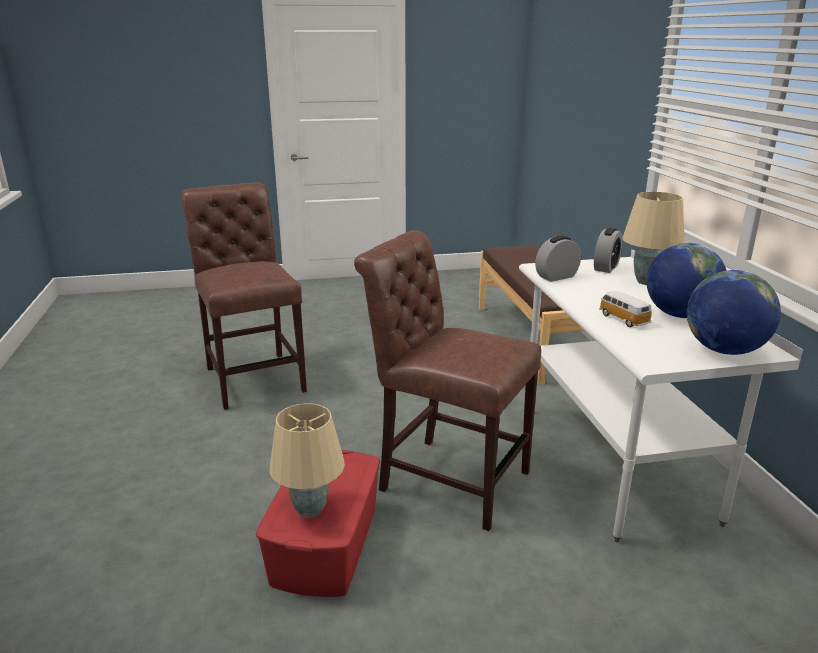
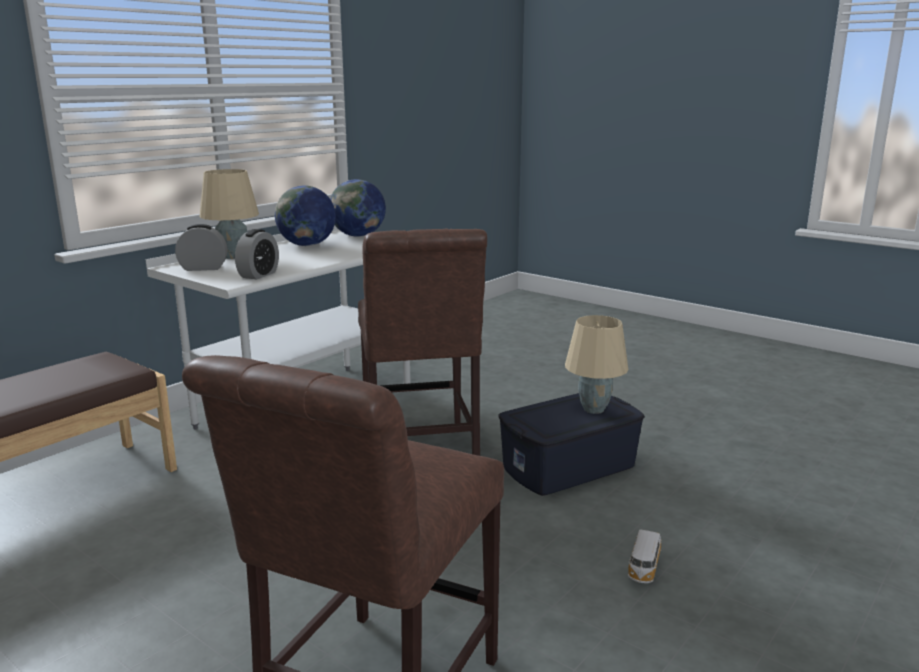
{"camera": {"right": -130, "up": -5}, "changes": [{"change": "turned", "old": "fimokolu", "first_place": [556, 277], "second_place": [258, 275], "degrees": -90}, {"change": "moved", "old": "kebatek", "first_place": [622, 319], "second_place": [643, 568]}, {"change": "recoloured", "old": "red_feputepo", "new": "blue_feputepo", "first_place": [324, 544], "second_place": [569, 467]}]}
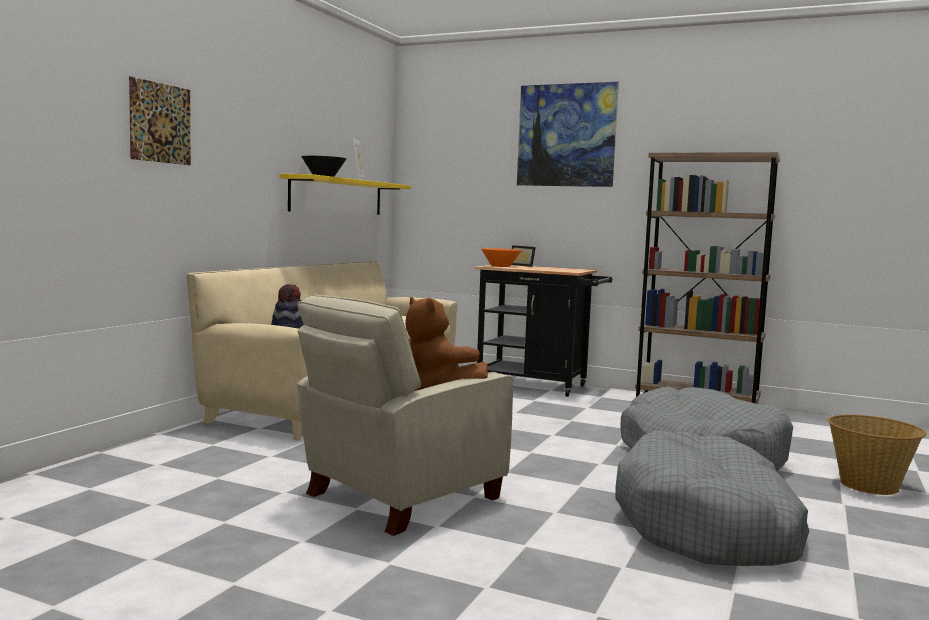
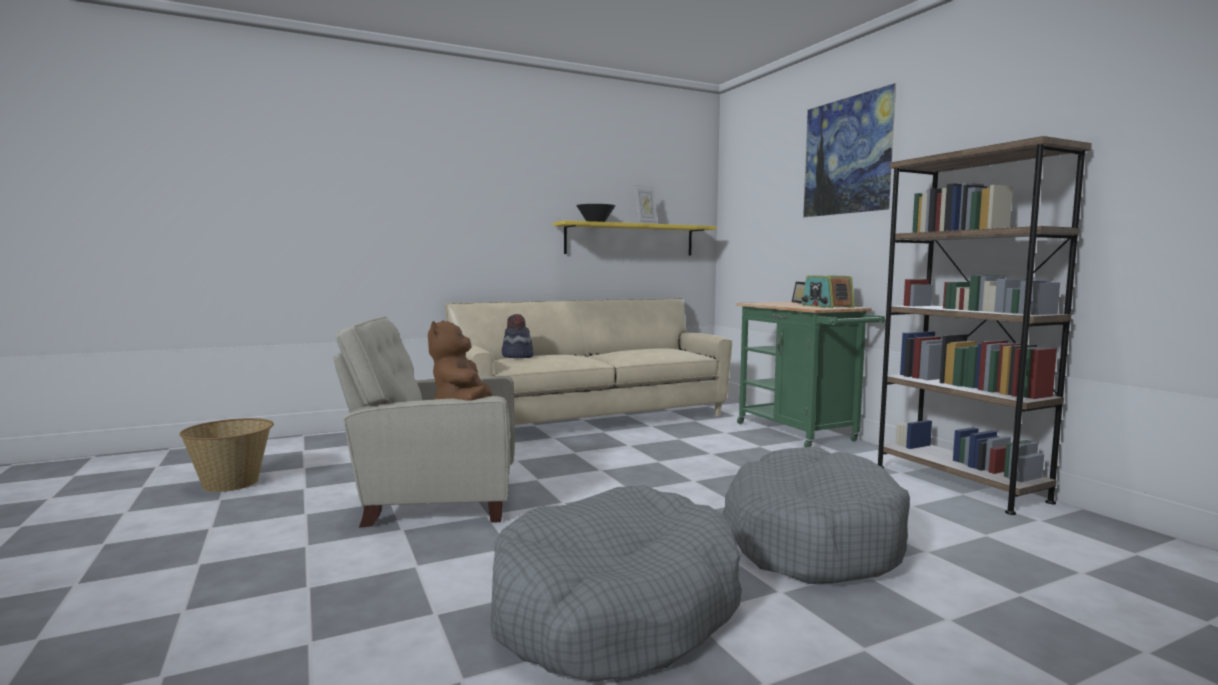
{"camera": {"right": 40, "up": 0}, "changes": [{"change": "removed", "old": "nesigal", "first_place": [160, 123]}, {"change": "removed", "old": "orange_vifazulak", "first_place": [500, 266]}, {"change": "recoloured", "old": "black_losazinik", "new": "green_losazinik", "first_place": [538, 386], "second_place": [801, 434]}, {"change": "moved", "old": "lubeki", "first_place": [869, 485], "second_place": [231, 483]}, {"change": "added", "new": "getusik", "second_place": [826, 306]}]}
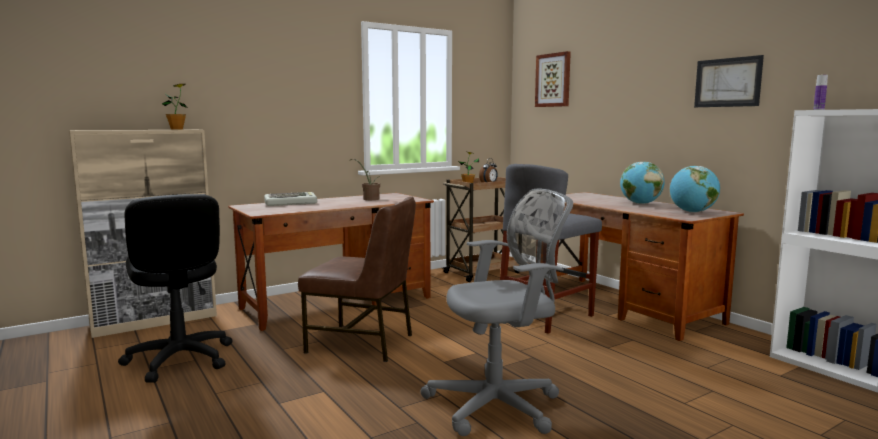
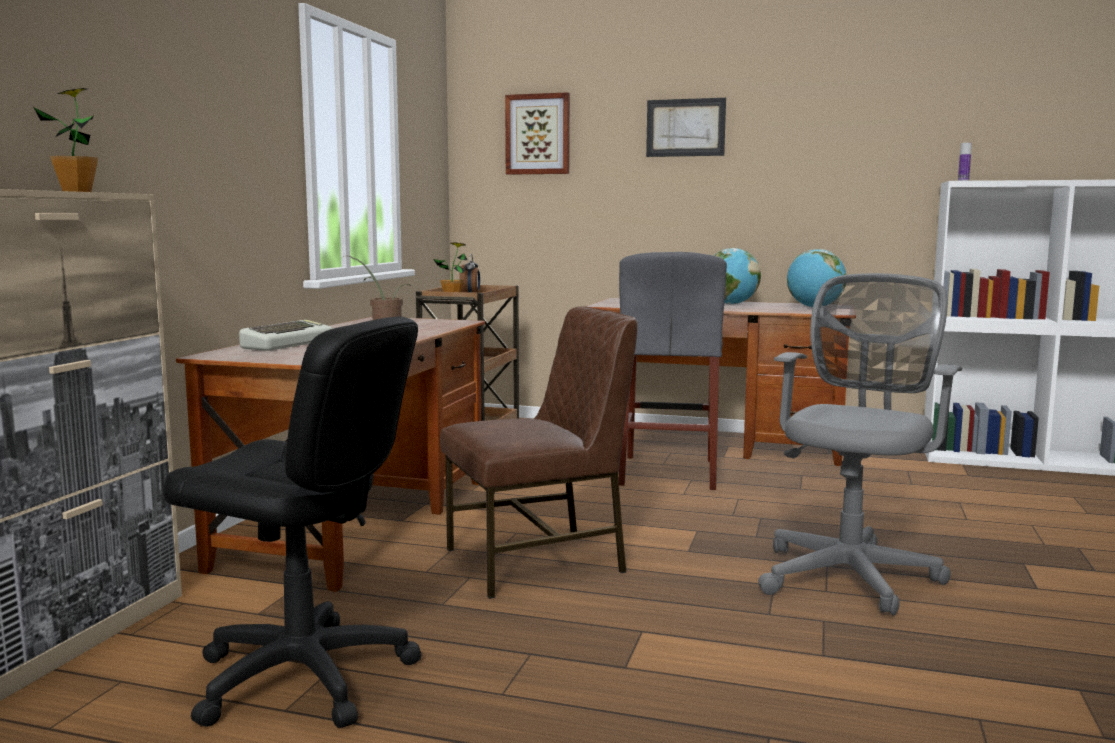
{"camera": {"right": -40, "up": 0}, "changes": [{"change": "moved", "old": "nesigal", "first_place": [727, 82], "second_place": [685, 127]}]}
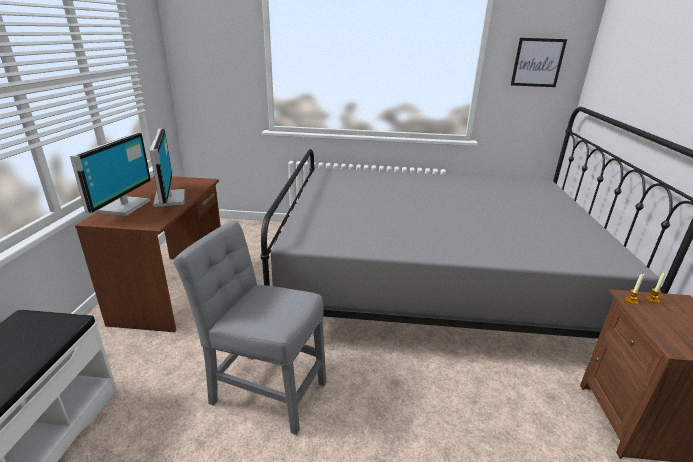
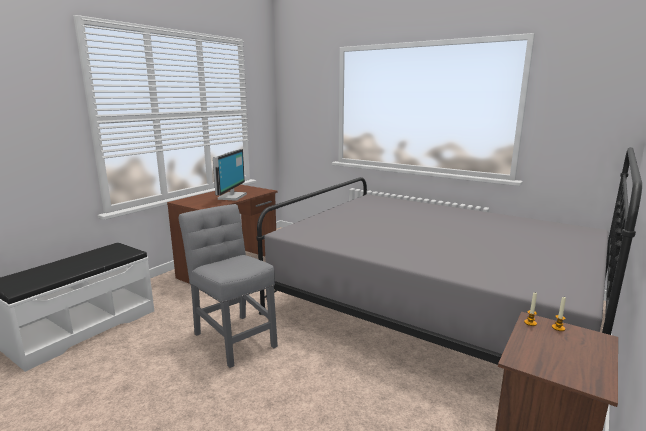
{"camera": {"right": 30, "up": -10}, "changes": [{"change": "removed", "old": "nesigal", "first_place": [537, 62]}, {"change": "removed", "old": "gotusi", "first_place": [123, 206]}]}
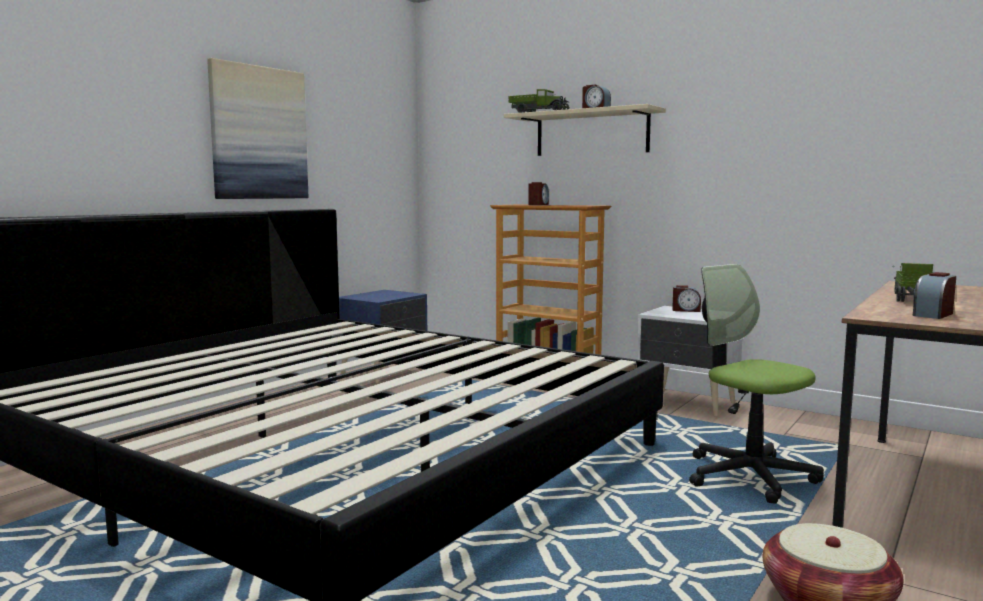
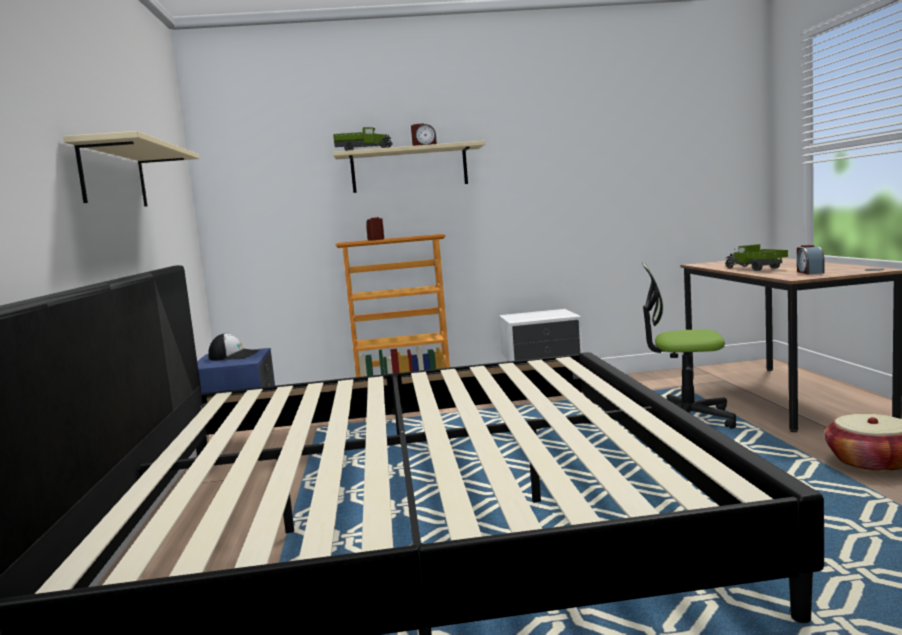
{"camera": {"right": -40, "up": 0}, "changes": [{"change": "replaced", "old": "nesigal", "new": "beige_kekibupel", "first_place": [258, 133], "second_place": [114, 176]}, {"change": "removed", "old": "fimokolu", "first_place": [686, 310]}, {"change": "added", "new": "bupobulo", "second_place": [234, 356]}]}
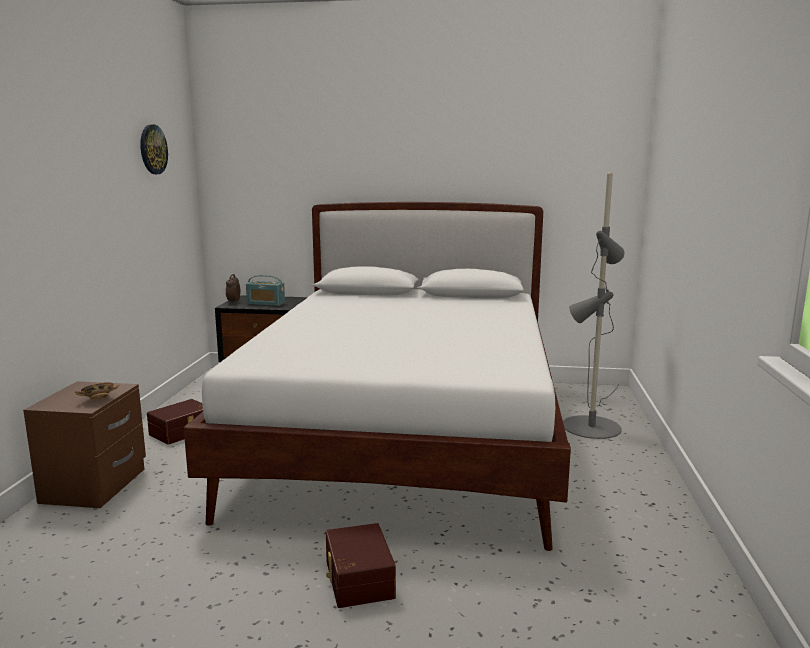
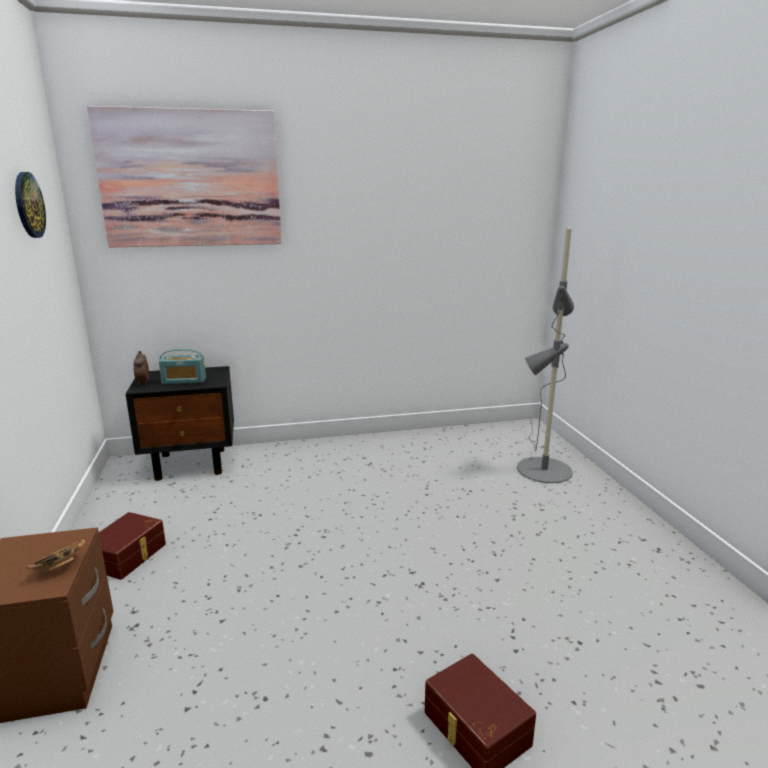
{"camera": {"right": -20, "up": 5}, "changes": [{"change": "removed", "old": "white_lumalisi", "first_place": [406, 437]}, {"change": "added", "new": "nesigal", "second_place": [191, 179]}]}
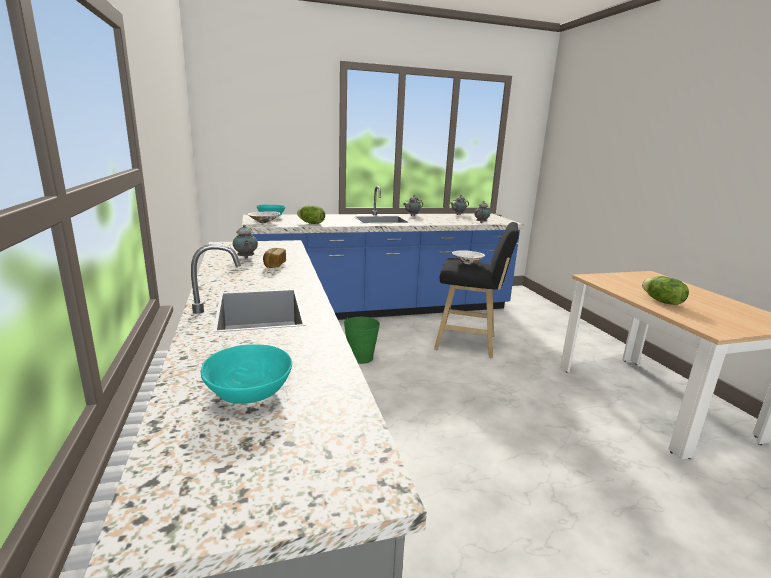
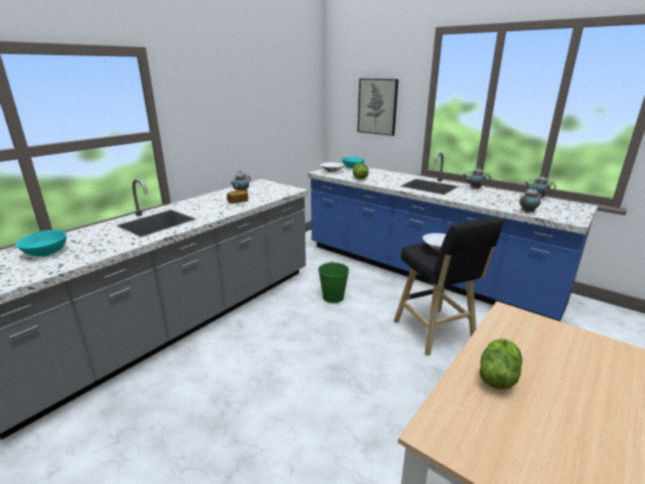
{"camera": {"right": 55, "up": 5}, "changes": [{"change": "added", "new": "nesigal", "second_place": [377, 106]}]}
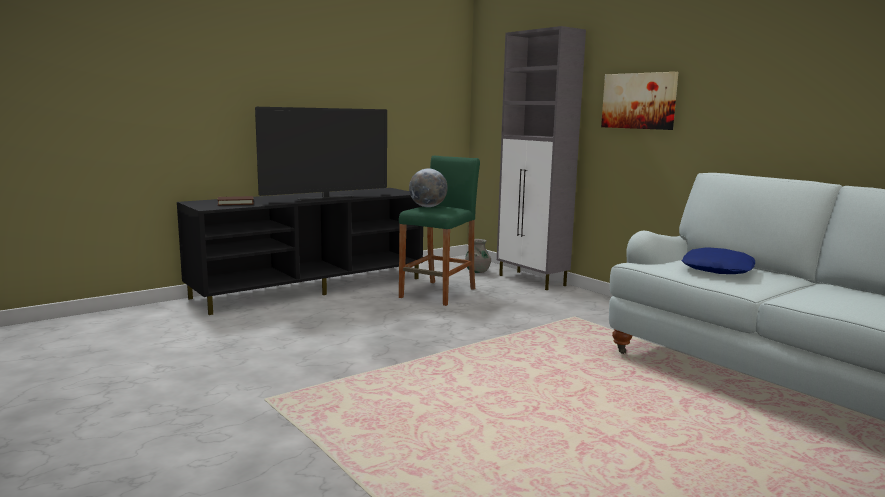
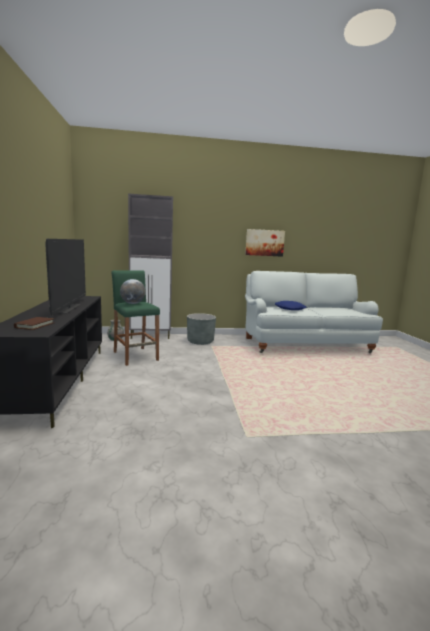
{"camera": {"right": -60, "up": 0}, "changes": [{"change": "moved", "old": "nesigal", "first_place": [639, 101], "second_place": [264, 242]}, {"change": "added", "new": "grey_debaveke", "second_place": [200, 341]}]}
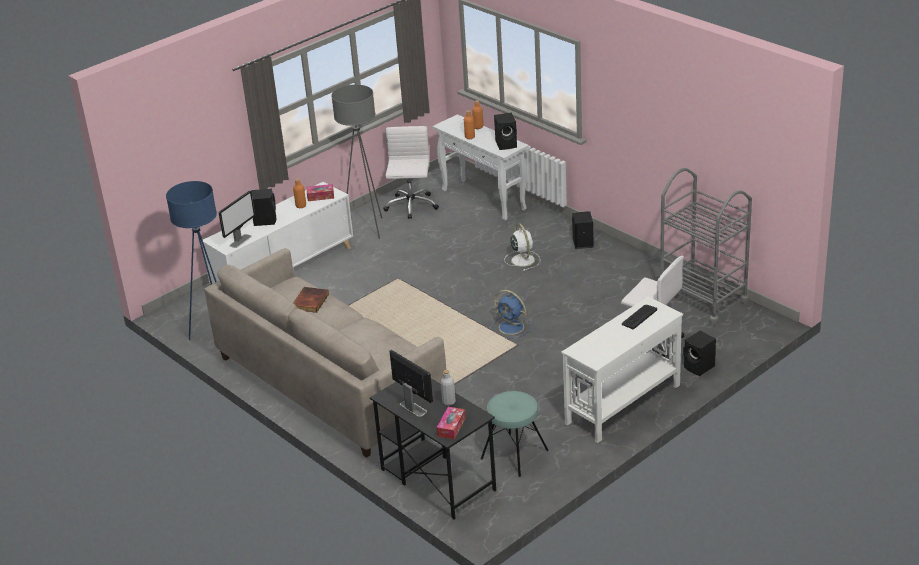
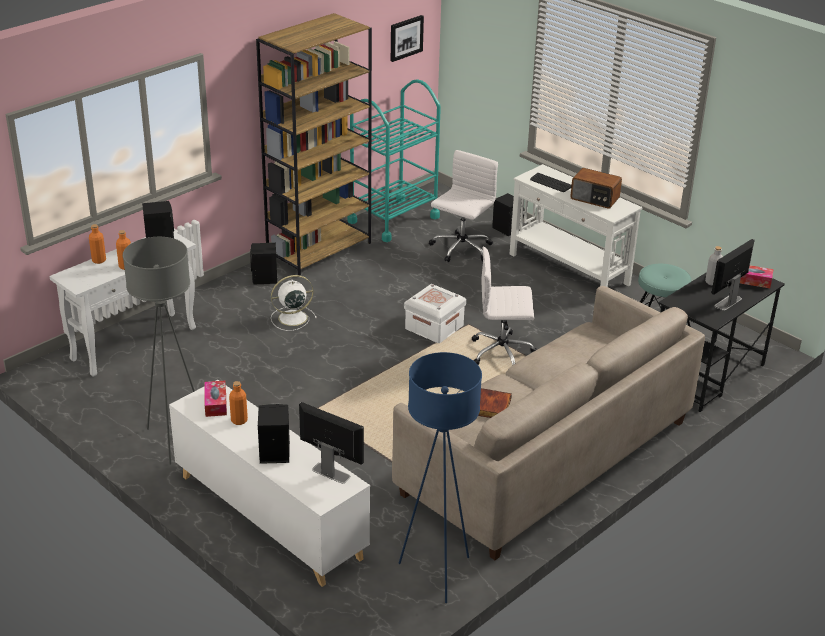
{"camera": {"right": -95, "up": 0}, "changes": [{"change": "moved", "old": "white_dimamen", "first_place": [411, 206], "second_place": [503, 353]}, {"change": "recoloured", "old": "grey_losazinik", "new": "turquoise_losazinik", "first_place": [702, 300], "second_place": [393, 219]}, {"change": "replaced", "old": "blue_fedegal", "new": "white_feputepo", "first_place": [512, 327], "second_place": [434, 327]}, {"change": "added", "new": "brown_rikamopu", "second_place": [319, 250]}, {"change": "added", "new": "nesigal", "second_place": [406, 38]}, {"change": "added", "new": "getusik", "second_place": [594, 199]}]}
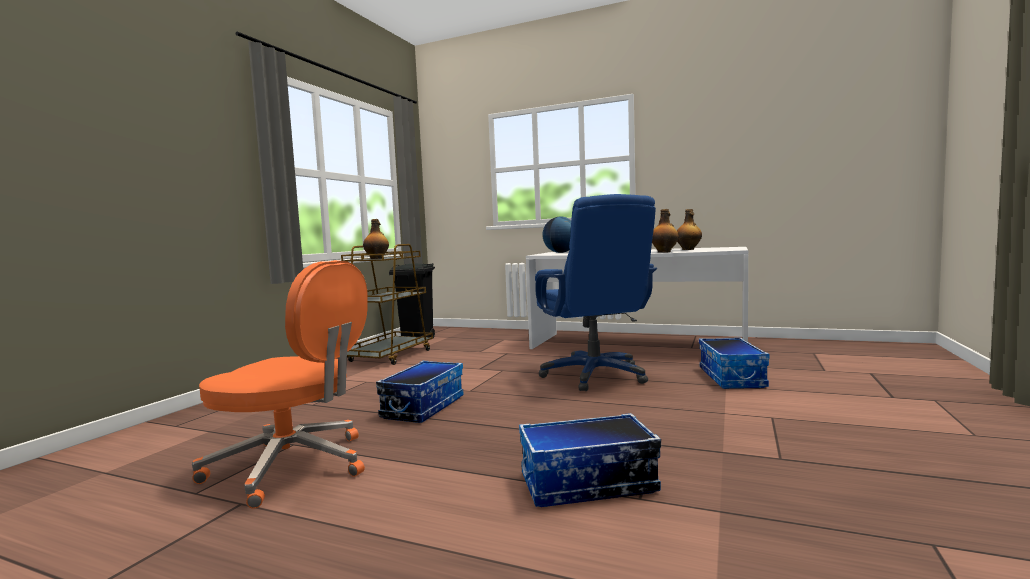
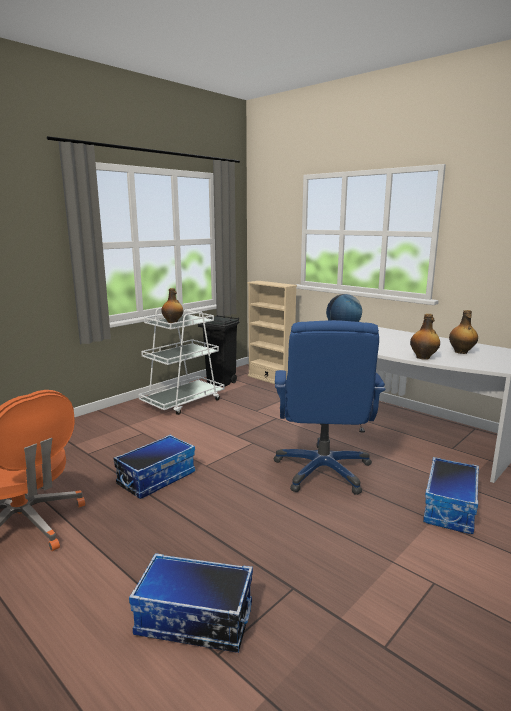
{"camera": {"right": 20, "up": 10}, "changes": [{"change": "recoloured", "old": "brown_losazinik", "new": "white_losazinik", "first_place": [389, 356], "second_place": [183, 402]}, {"change": "added", "new": "beige_rikamopu", "second_place": [270, 379]}]}
